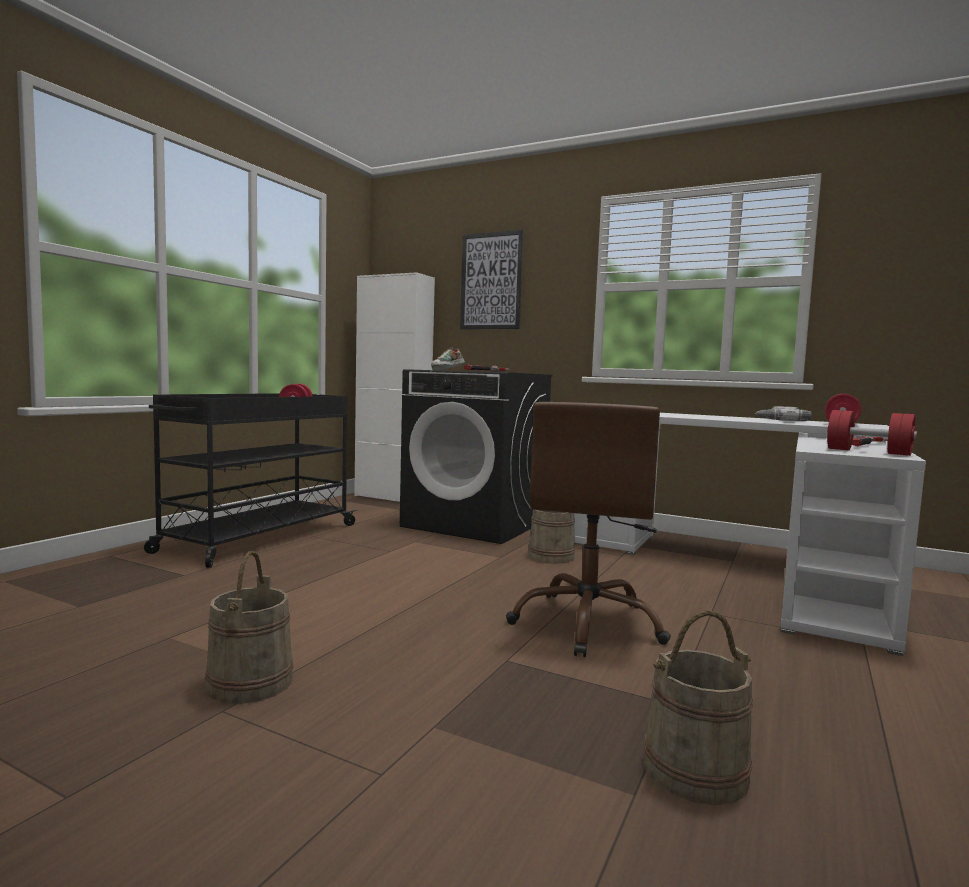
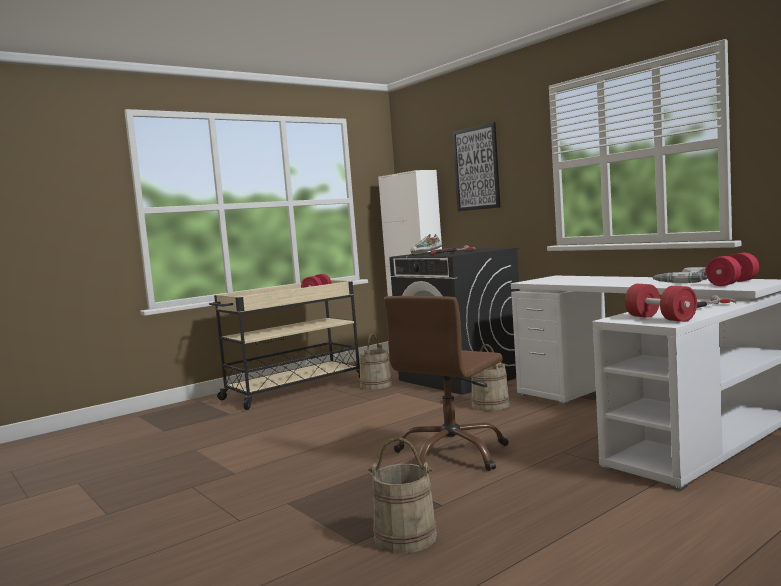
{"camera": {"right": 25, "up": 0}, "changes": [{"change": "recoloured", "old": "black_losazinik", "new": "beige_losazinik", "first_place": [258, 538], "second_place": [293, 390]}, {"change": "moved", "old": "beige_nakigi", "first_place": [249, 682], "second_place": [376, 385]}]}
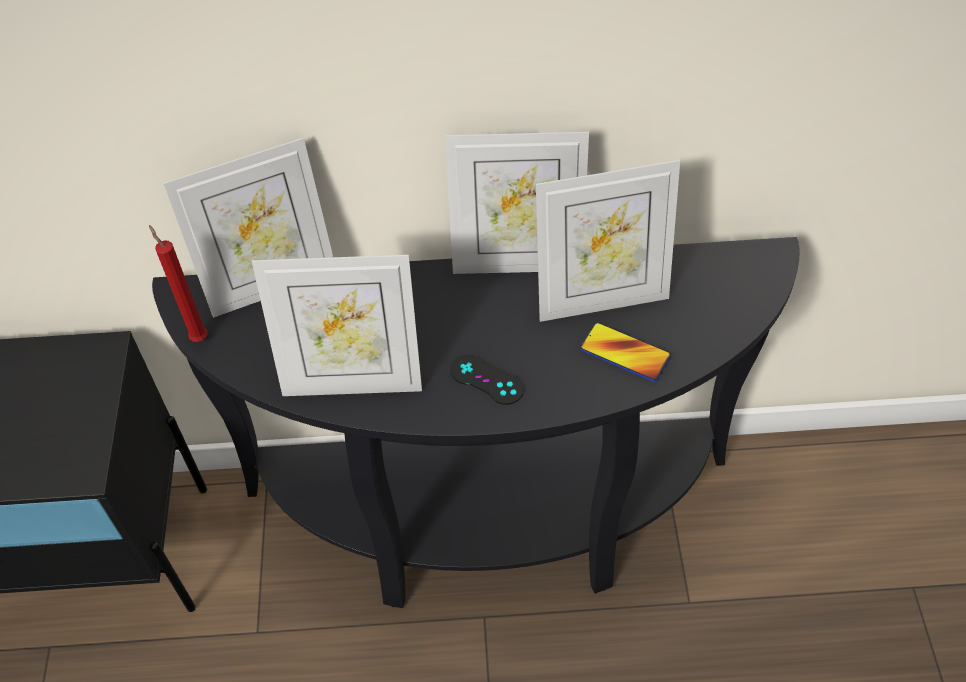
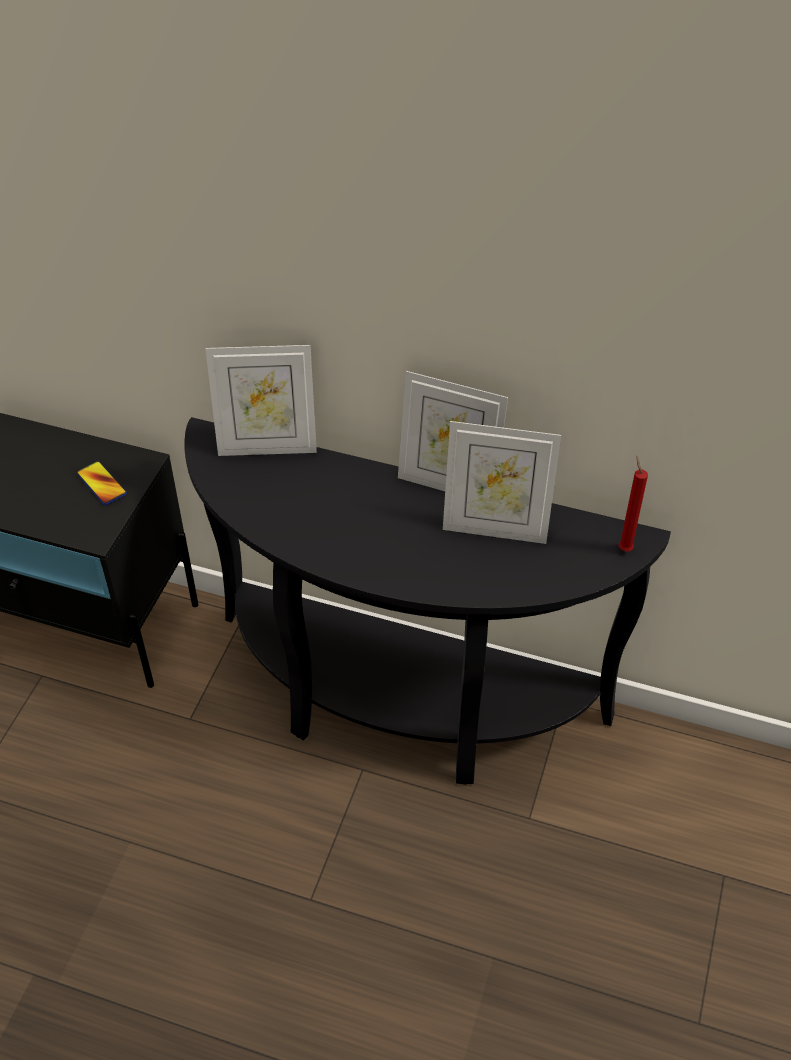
{"camera": {"right": 20, "up": -5}, "changes": [{"change": "moved", "old": "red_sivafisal", "first_place": [198, 337], "second_place": [624, 548]}, {"change": "removed", "old": "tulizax", "first_place": [352, 381]}, {"change": "moved", "old": "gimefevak", "first_place": [625, 353], "second_place": [102, 484]}, {"change": "removed", "old": "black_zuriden", "first_place": [486, 380]}]}
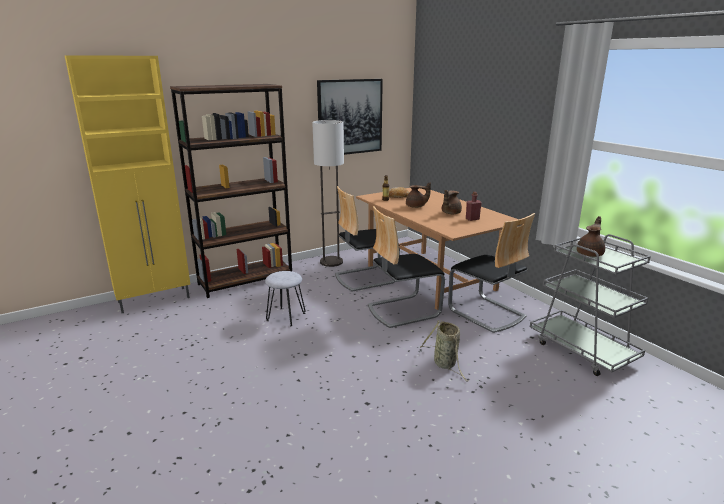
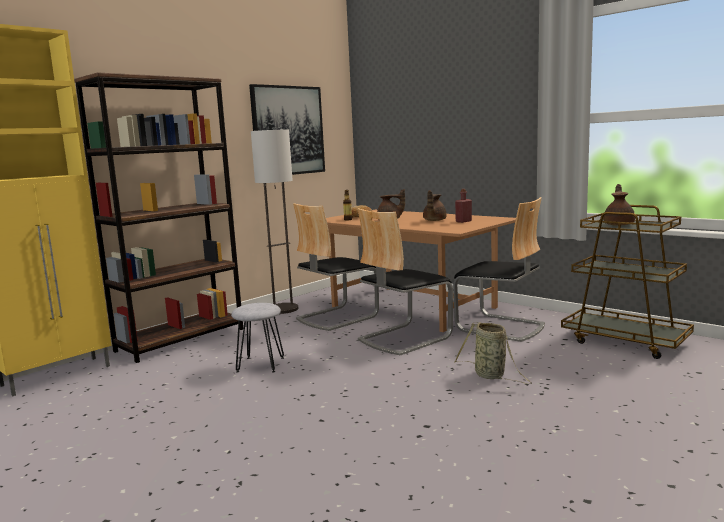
{"camera": {"right": -15, "up": -10}, "changes": [{"change": "recoloured", "old": "grey_losazinik", "new": "brown_losazinik", "first_place": [582, 350], "second_place": [625, 341]}]}
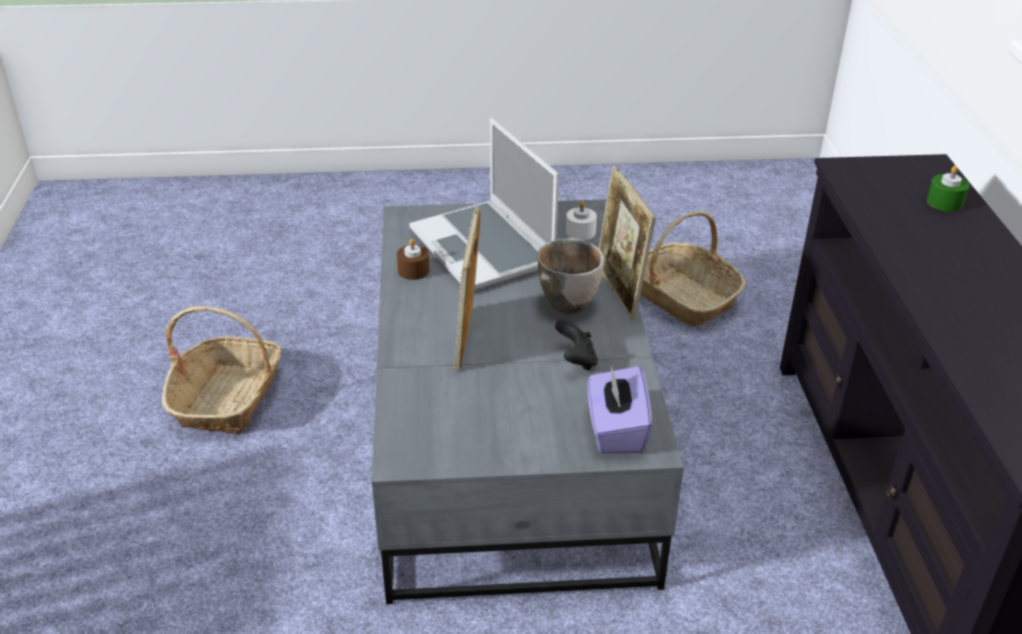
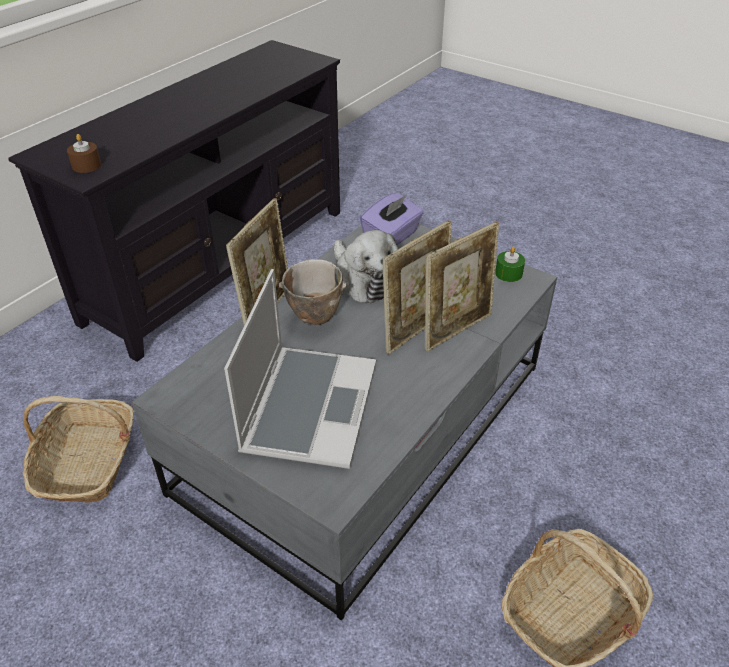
{"camera": {"right": -140, "up": 5}, "changes": [{"change": "moved", "old": "green_sivafisal", "first_place": [944, 202], "second_place": [508, 273]}, {"change": "removed", "old": "white_sivafisal", "first_place": [580, 232]}, {"change": "moved", "old": "brown_sivafisal", "first_place": [413, 270], "second_place": [86, 165]}, {"change": "replaced", "old": "black_zuriden", "new": "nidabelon", "first_place": [576, 360], "second_place": [362, 280]}, {"change": "added", "new": "tulizax", "second_place": [456, 329]}]}
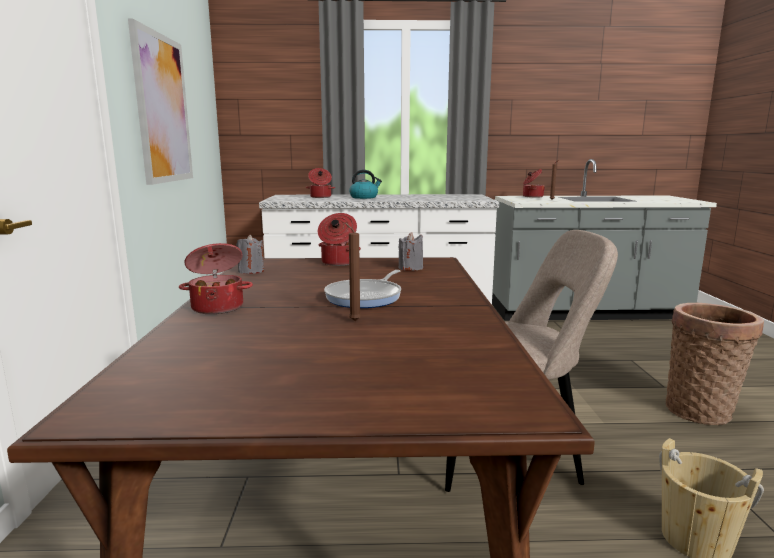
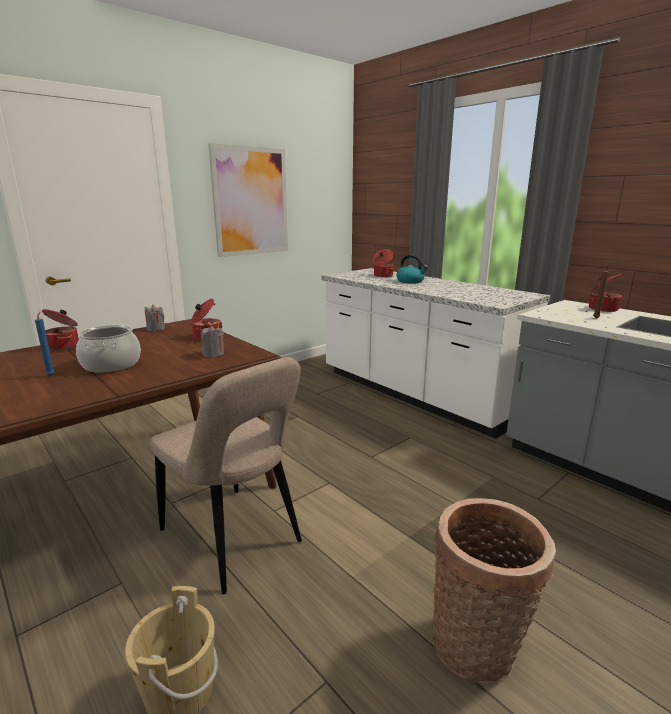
{"camera": {"right": 50, "up": 5}, "changes": [{"change": "recoloured", "old": "brown_sivafisal", "new": "blue_sivafisal", "first_place": [353, 321], "second_place": [51, 375]}, {"change": "replaced", "old": "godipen", "new": "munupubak", "first_place": [366, 297], "second_place": [112, 364]}]}
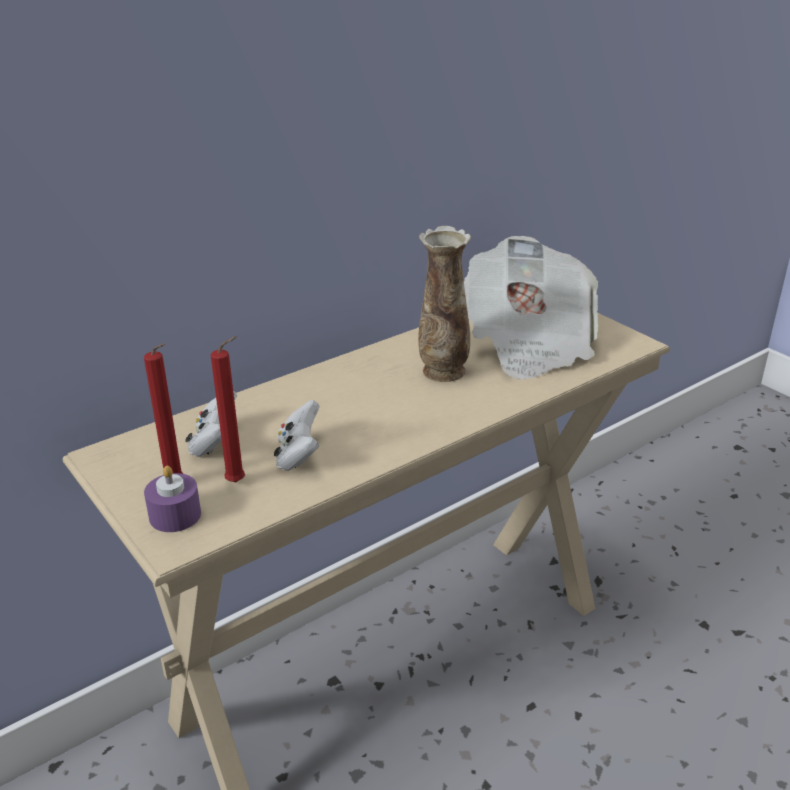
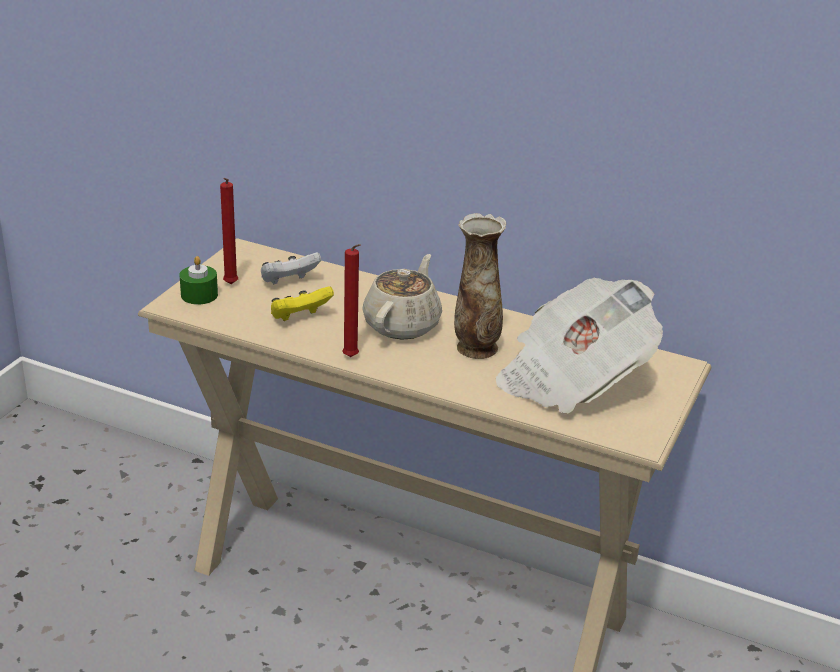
{"camera": {"right": 60, "up": 0}, "changes": [{"change": "moved", "old": "red_sivafisal", "first_place": [239, 482], "second_place": [351, 358]}, {"change": "recoloured", "old": "white_zuriden", "new": "yellow_zuriden", "first_place": [298, 455], "second_place": [299, 318]}, {"change": "recoloured", "old": "purple_sivafisal", "new": "green_sivafisal", "first_place": [175, 515], "second_place": [199, 295]}, {"change": "added", "new": "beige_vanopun", "second_place": [402, 324]}]}
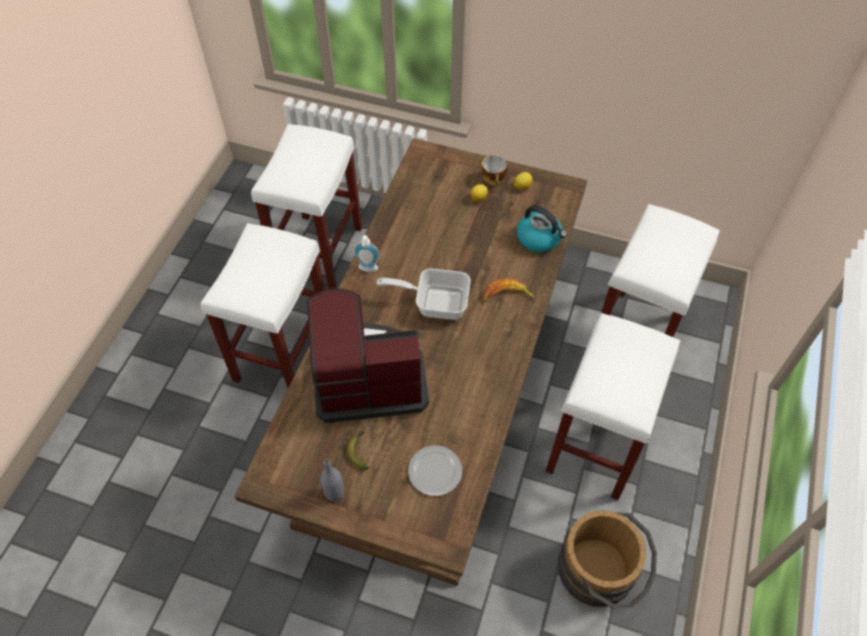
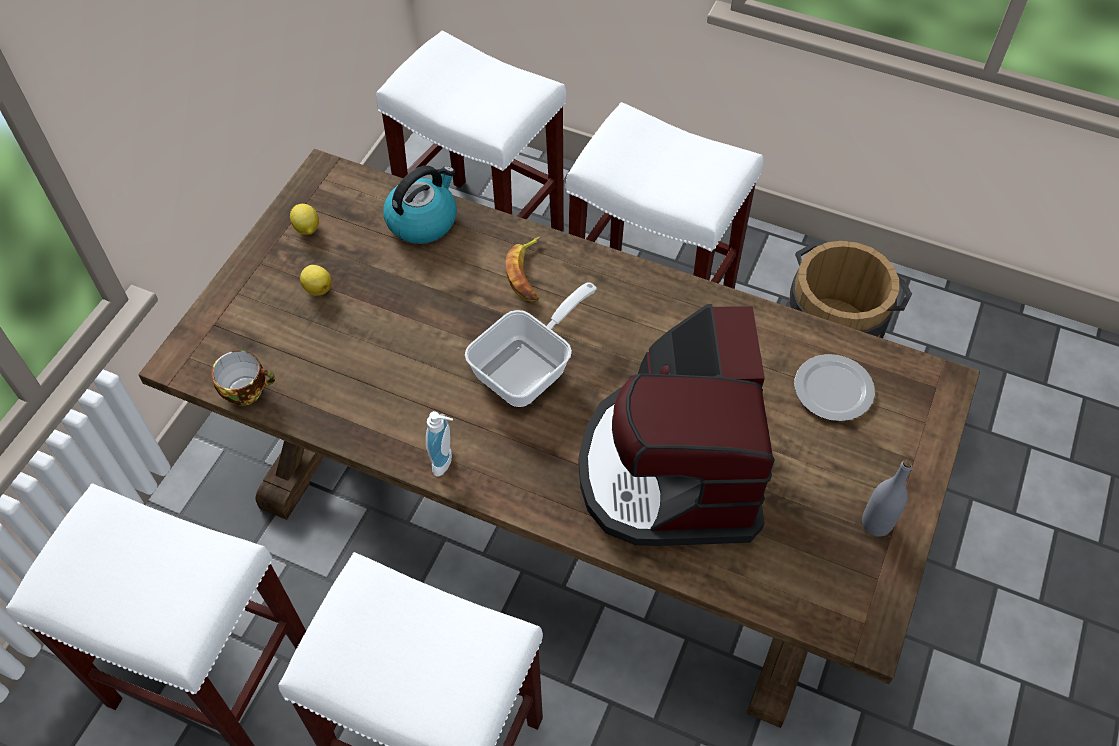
{"camera": {"right": -85, "up": 0}, "changes": [{"change": "moved", "old": "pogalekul", "first_place": [494, 179], "second_place": [247, 390]}, {"change": "turned", "old": "godipen", "first_place": [435, 302], "second_place": [530, 367], "degrees": -150}, {"change": "removed", "old": "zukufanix", "first_place": [359, 451]}]}
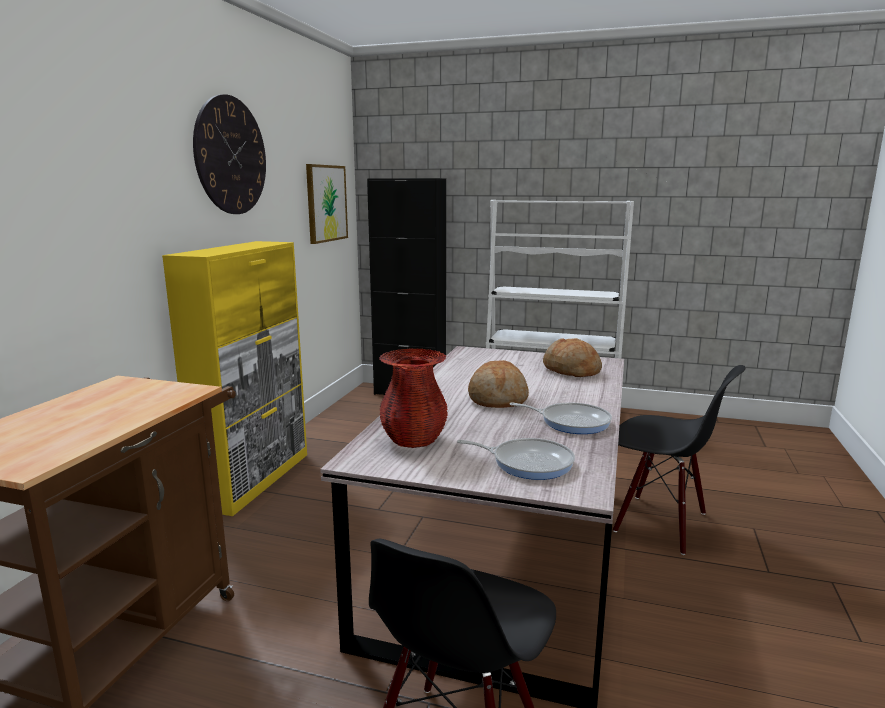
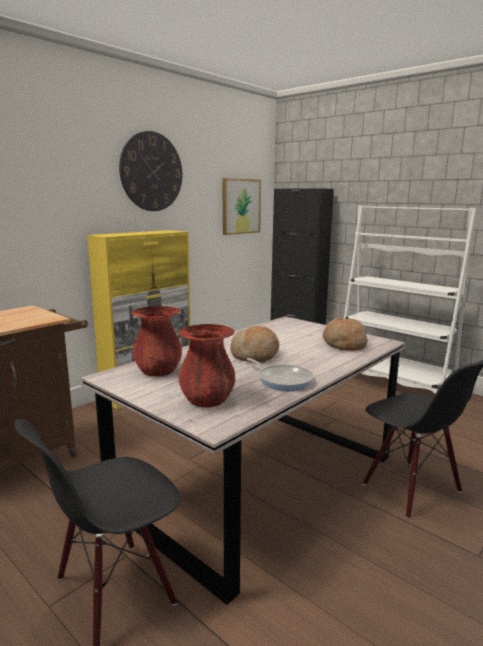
{"camera": {"right": 25, "up": 0}, "changes": [{"change": "replaced", "old": "godipen", "new": "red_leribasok", "first_place": [528, 463], "second_place": [207, 400]}]}
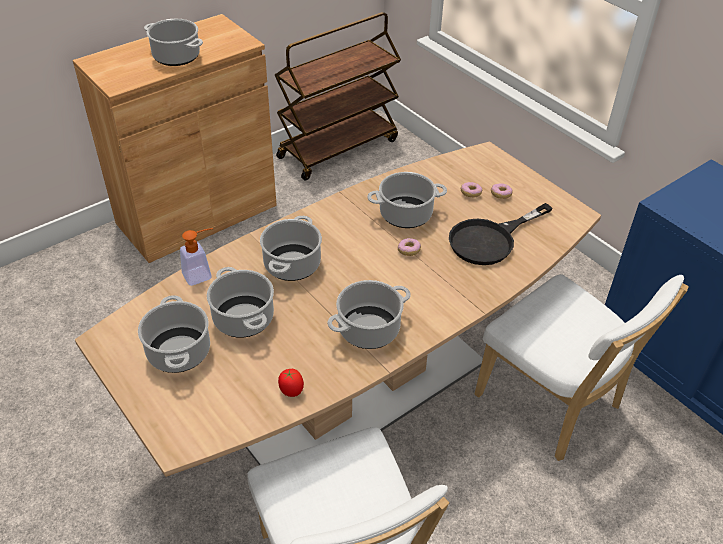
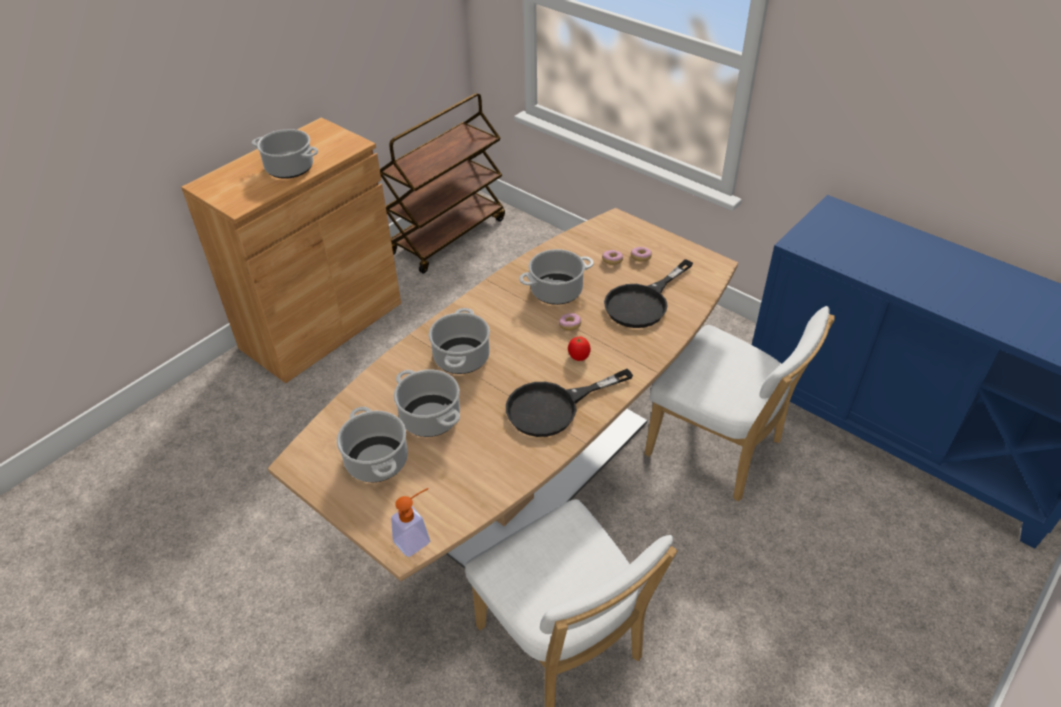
{"camera": {"right": -10, "up": 0}, "changes": [{"change": "moved", "old": "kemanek", "first_place": [202, 274], "second_place": [417, 538]}, {"change": "replaced", "old": "munupubak", "new": "black_godipen", "first_place": [368, 330], "second_place": [554, 407]}, {"change": "moved", "old": "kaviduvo", "first_place": [291, 391], "second_place": [578, 357]}]}
